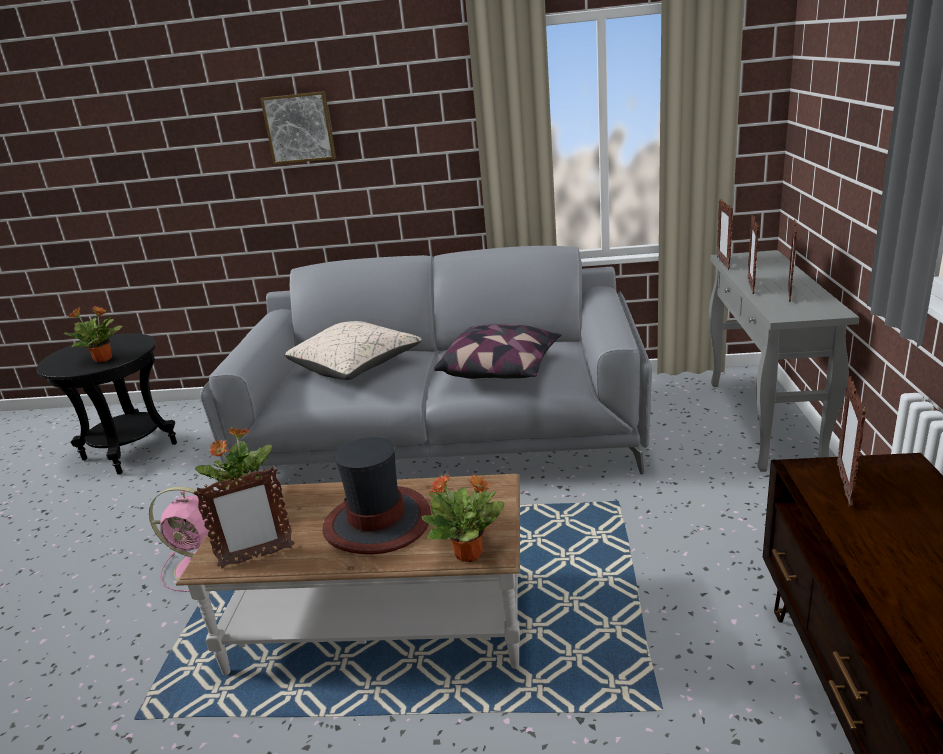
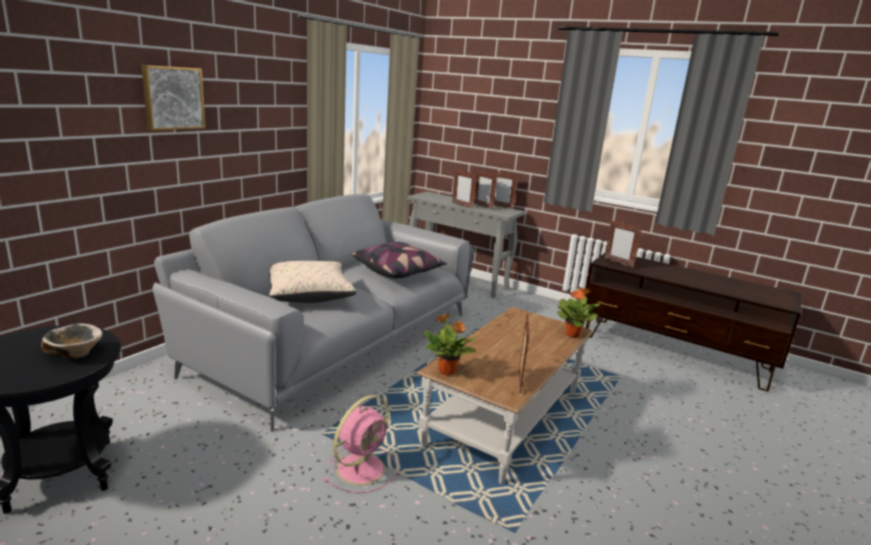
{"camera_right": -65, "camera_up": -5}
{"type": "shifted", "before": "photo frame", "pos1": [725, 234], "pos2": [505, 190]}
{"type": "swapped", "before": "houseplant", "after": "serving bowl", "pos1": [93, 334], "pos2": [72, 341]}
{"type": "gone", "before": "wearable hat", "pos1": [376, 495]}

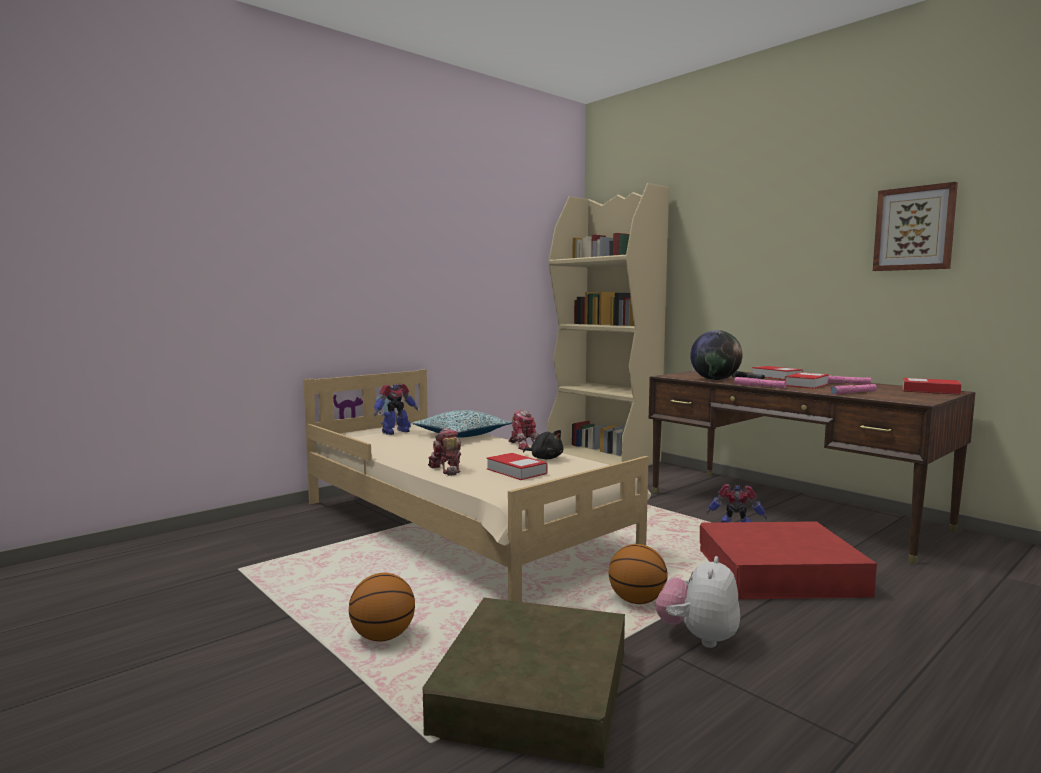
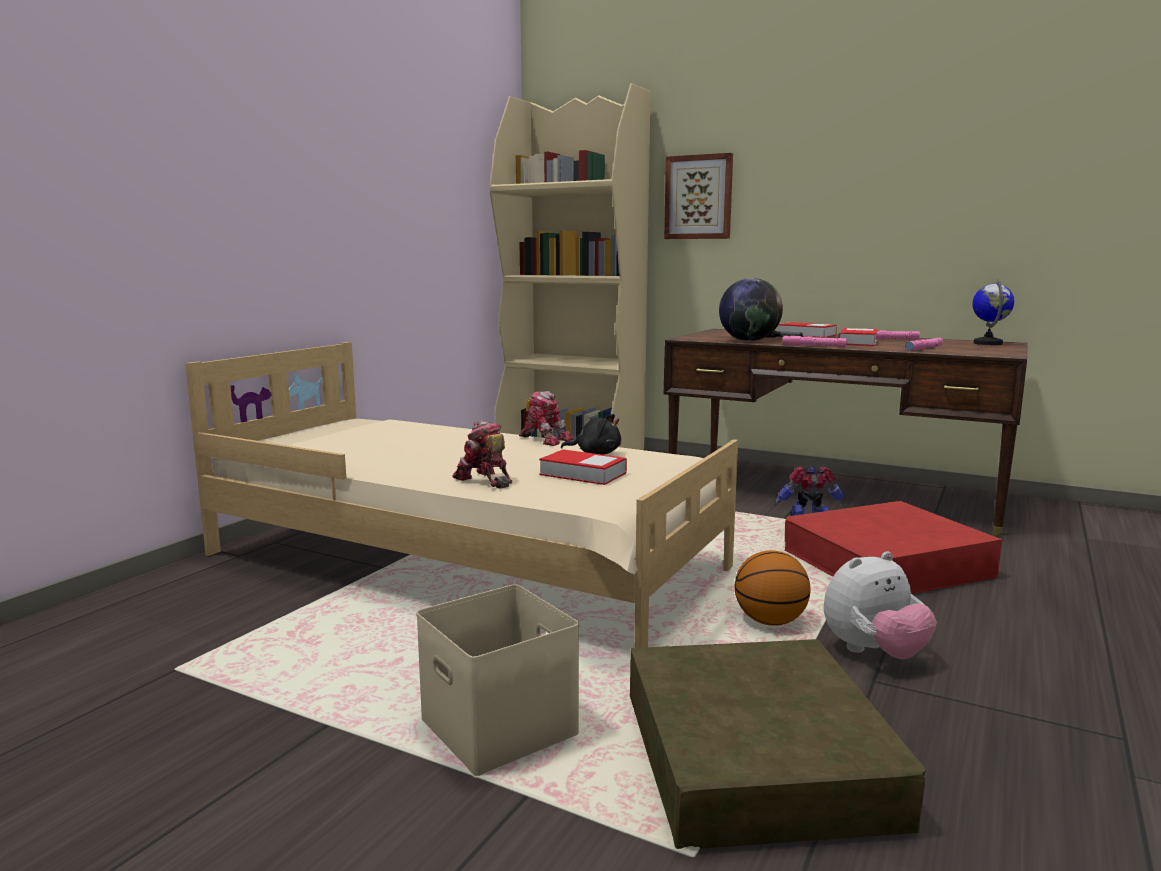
{"camera_right": -20, "camera_up": 5}
{"type": "shifted", "before": "wall picture", "pos1": [915, 226], "pos2": [698, 196]}
{"type": "swapped", "before": "bound book", "after": "globe", "pos1": [931, 386], "pos2": [993, 312]}
{"type": "gone", "before": "model robot", "pos1": [396, 409]}
{"type": "gone", "before": "throw pillow", "pos1": [462, 423]}
{"type": "rotated", "before": "cuddly toy", "pos1": [698, 602], "pos2": [880, 605], "turn": -120}
{"type": "swapped", "before": "ball for basketball", "after": "beige storage container", "pos1": [382, 607], "pos2": [497, 681]}

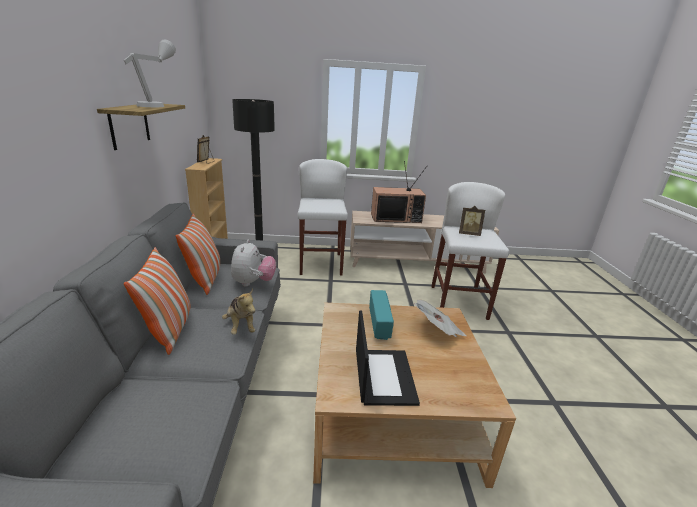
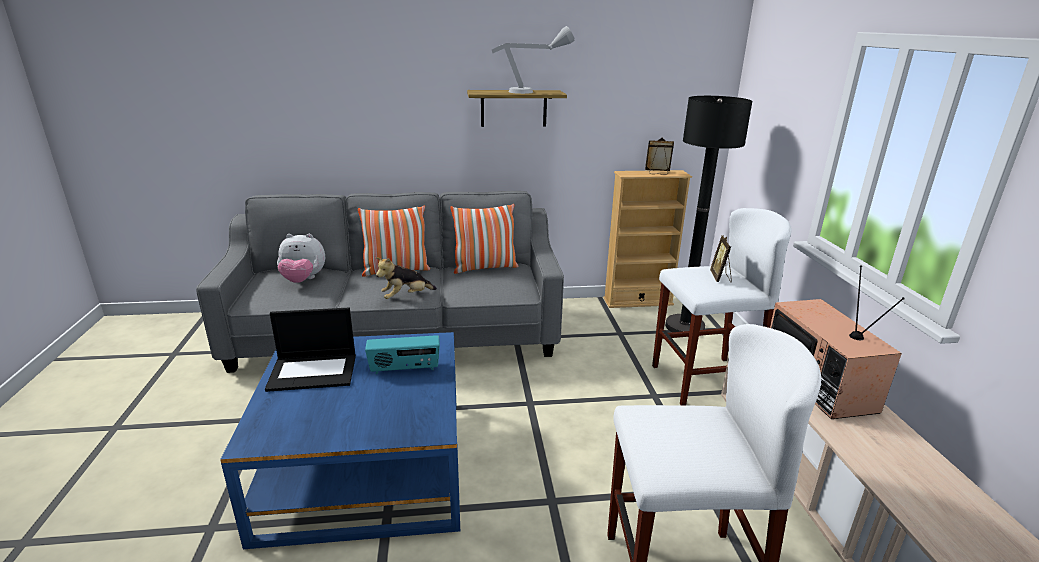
{"camera_right": 85, "camera_up": 0}
{"type": "shifted", "before": "photo frame", "pos1": [472, 221], "pos2": [721, 258]}
{"type": "shifted", "before": "cuddly toy", "pos1": [253, 263], "pos2": [301, 258]}
{"type": "gone", "before": "newspaper", "pos1": [440, 318]}
{"type": "repainted", "before": "beige lounge table", "after": "bluish lounge table", "pos1": [414, 395], "pos2": [340, 440]}

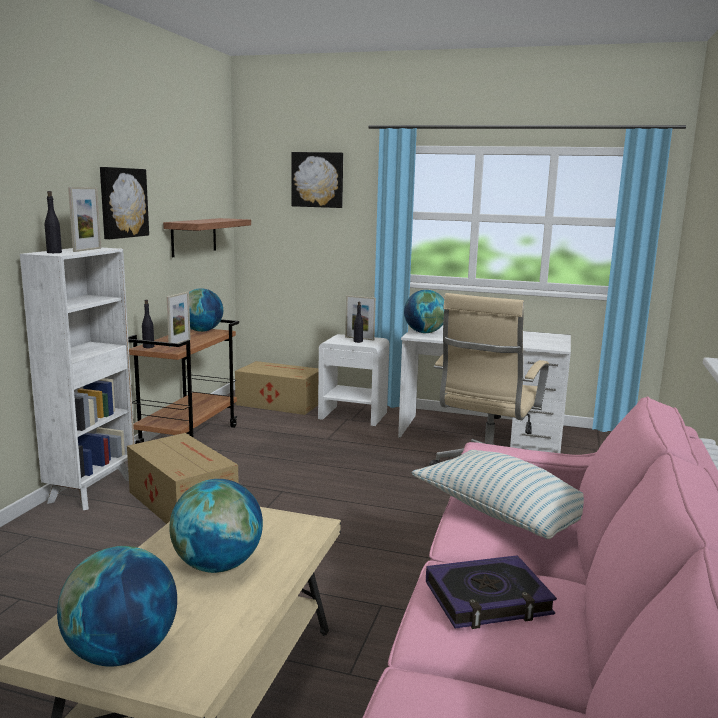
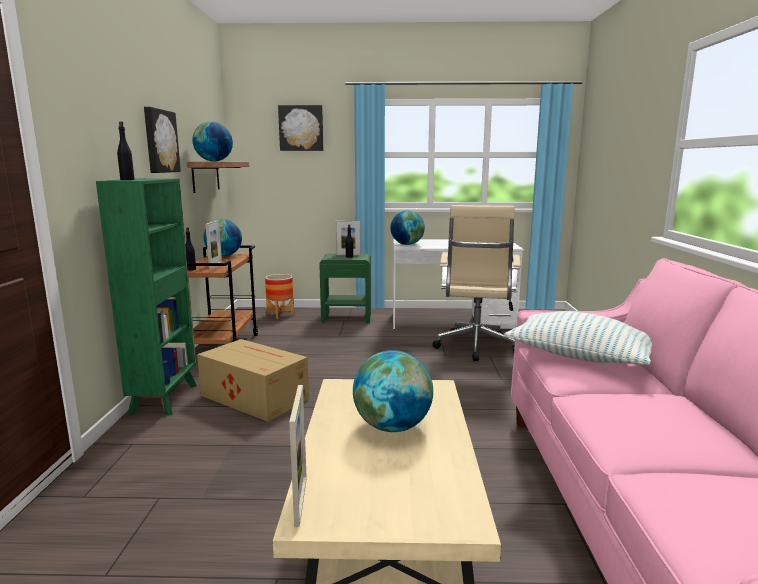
{"camera_right": -15, "camera_up": 0}
{"type": "shifted", "before": "photo frame", "pos1": [84, 219], "pos2": [298, 456]}
{"type": "repainted", "before": "white bookshelf", "after": "green-coloured bookshelf", "pos1": [77, 379], "pos2": [146, 297]}
{"type": "repainted", "before": "white nightstand", "after": "green-coloured nightstand", "pos1": [354, 380], "pos2": [345, 288]}
{"type": "swapped", "before": "packing box", "after": "plant pot", "pos1": [277, 388], "pos2": [279, 296]}
{"type": "shifted", "before": "globe", "pos1": [117, 606], "pos2": [212, 141]}
{"type": "gone", "before": "bound book", "pos1": [491, 592]}

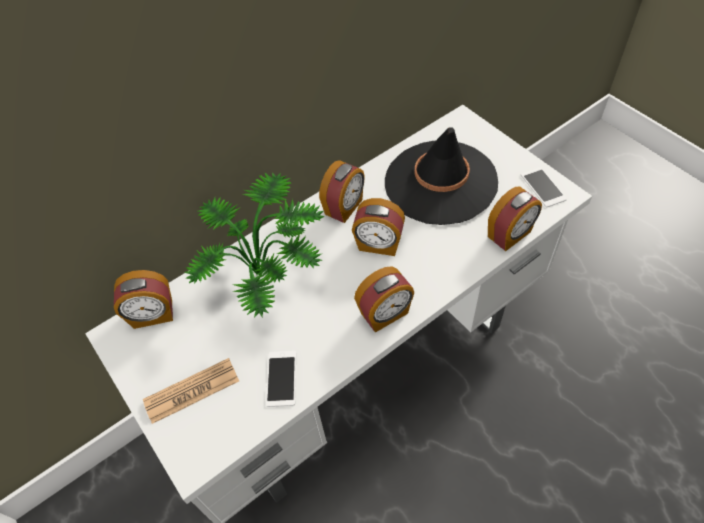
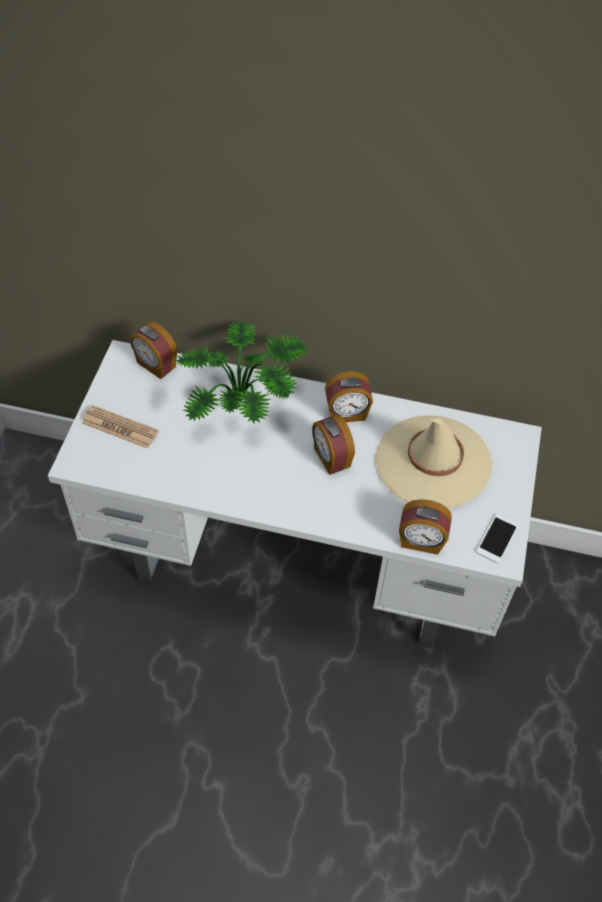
{"camera_right": 45, "camera_up": 0}
{"type": "repainted", "before": "blackish wearable hat", "after": "beige wearable hat", "pos1": [441, 176], "pos2": [433, 462]}
{"type": "gone", "before": "alarm clock", "pos1": [384, 299]}
{"type": "gone", "before": "telephone", "pos1": [281, 379]}

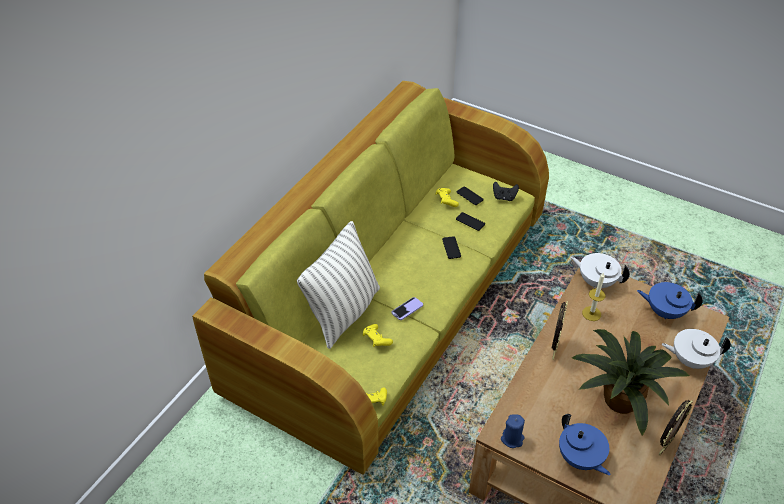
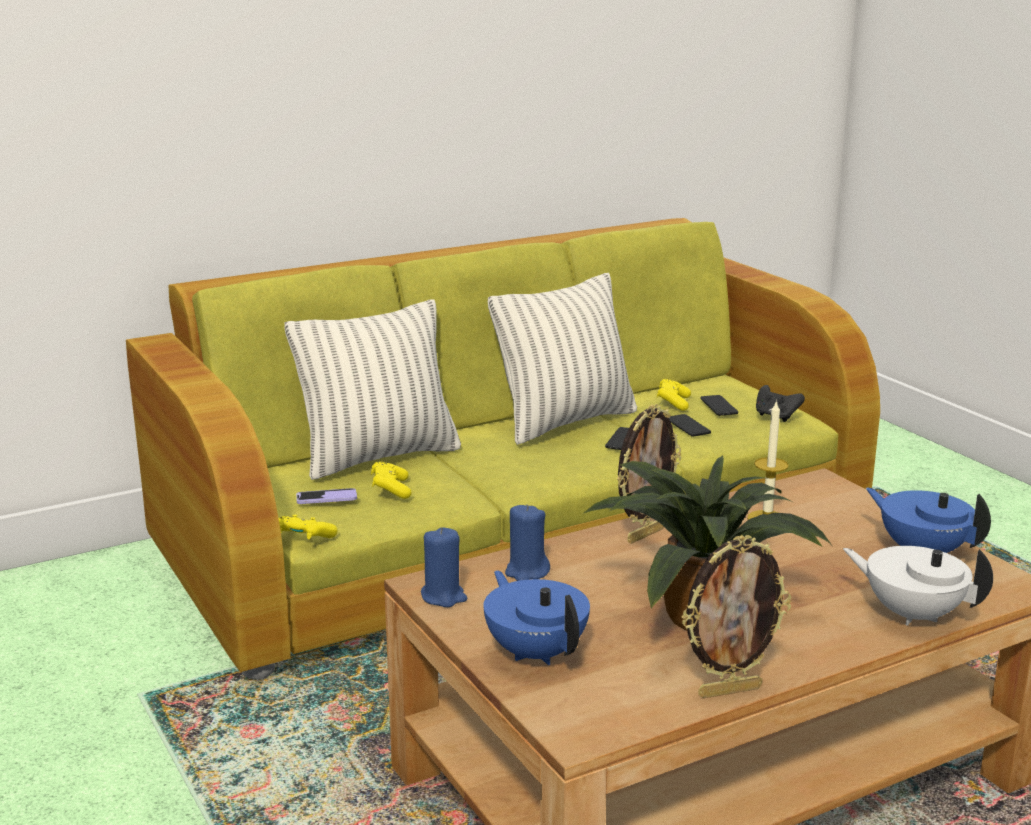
{"camera_right": 30, "camera_up": -25}
{"type": "gone", "before": "white tea pot", "pos1": [600, 271]}
{"type": "shifted", "before": "telephone", "pos1": [407, 308], "pos2": [326, 496]}
{"type": "rotated", "before": "bluish tea pot", "pos1": [585, 444], "pos2": [537, 617], "turn": 150}
{"type": "new", "after": "throw pillow", "pos2": [562, 359]}
{"type": "new", "after": "bluish wax candle", "pos2": [527, 542]}

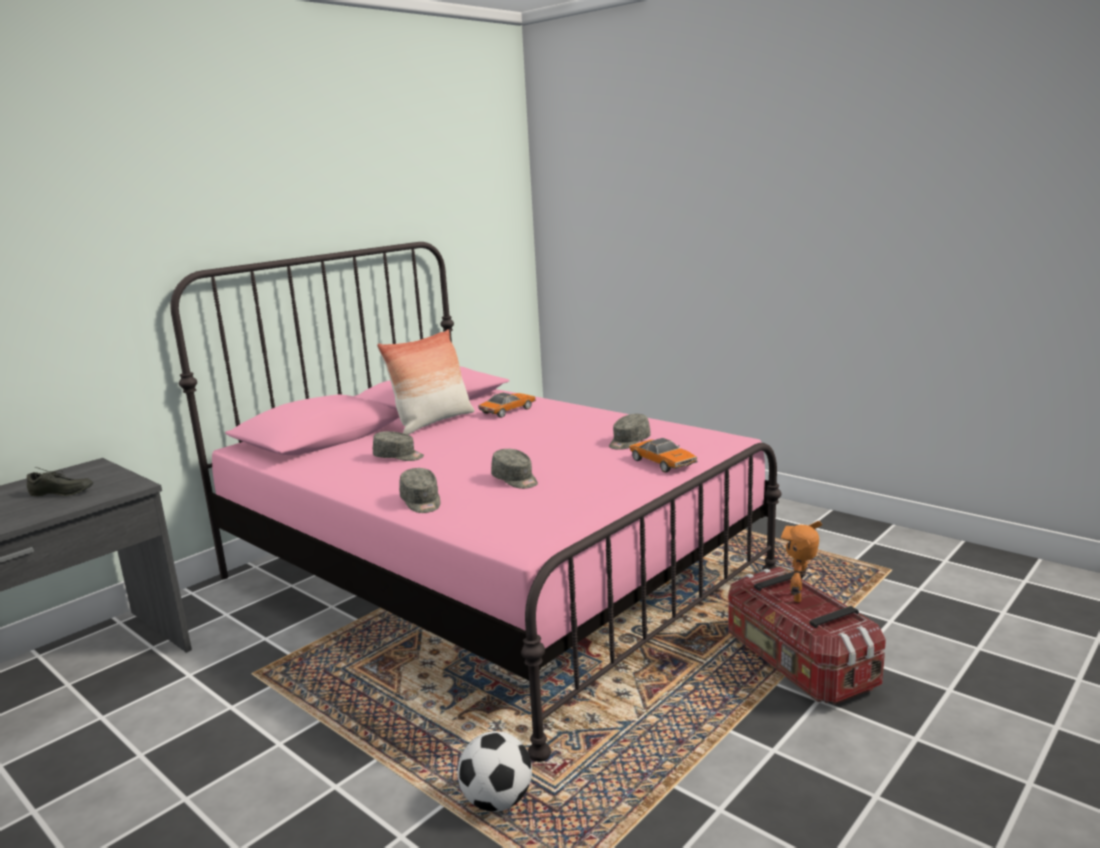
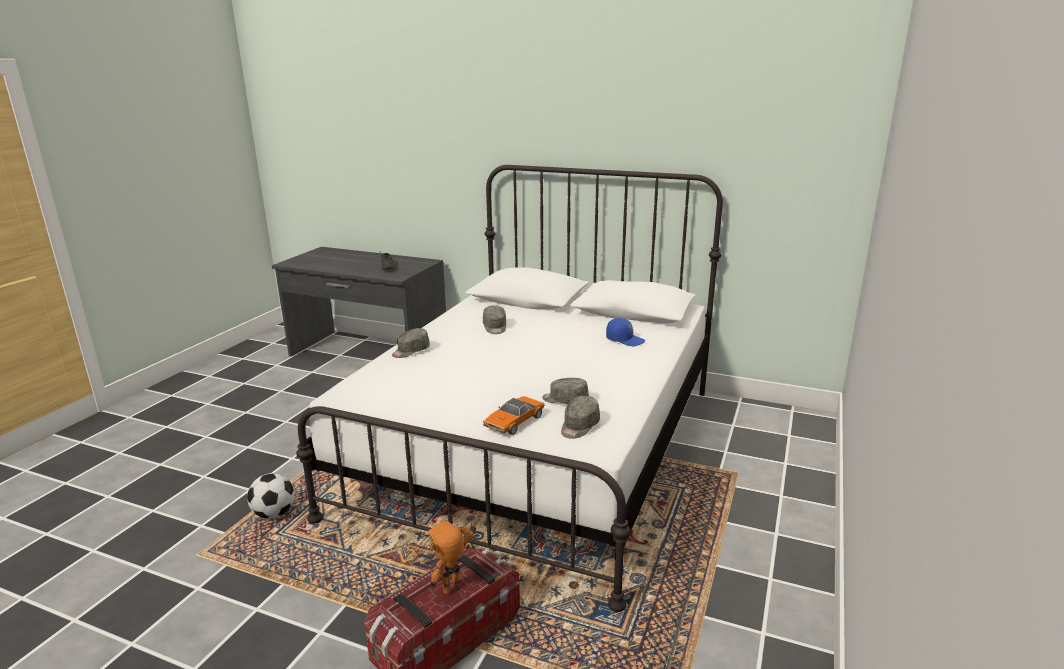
{"camera_right": 70, "camera_up": 5}
{"type": "repainted", "before": "pinkish bedroom bed", "after": "white bedroom bed", "pos1": [475, 502], "pos2": [509, 388]}
{"type": "gone", "before": "throw pillow", "pos1": [425, 382]}
{"type": "swapped", "before": "model car", "after": "bluish cap", "pos1": [507, 405], "pos2": [625, 332]}
{"type": "shifted", "before": "greyish cap", "pos1": [514, 469], "pos2": [580, 417]}
{"type": "rotated", "before": "model robot", "pos1": [801, 562], "pos2": [451, 557], "turn": -45}

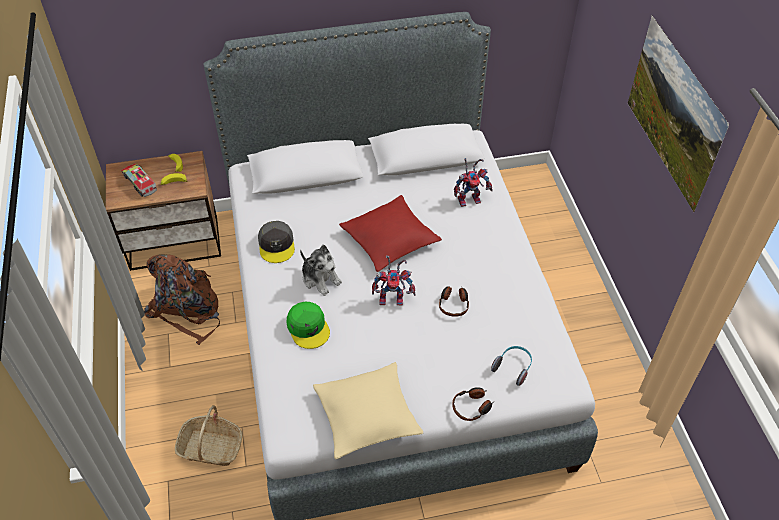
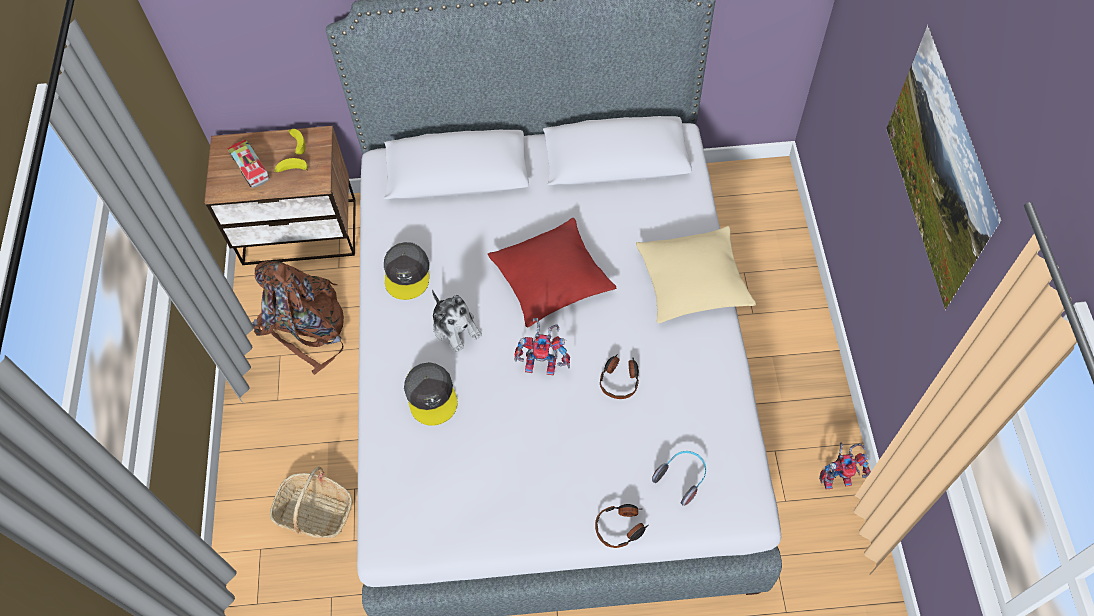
{"camera_right": 10, "camera_up": 10}
{"type": "shifted", "before": "model robot", "pos1": [473, 182], "pos2": [845, 466]}
{"type": "repainted", "before": "green-coloured cap", "after": "greyish cap", "pos1": [308, 325], "pos2": [431, 394]}
{"type": "shifted", "before": "beige throw pillow", "pos1": [368, 411], "pos2": [696, 274]}

